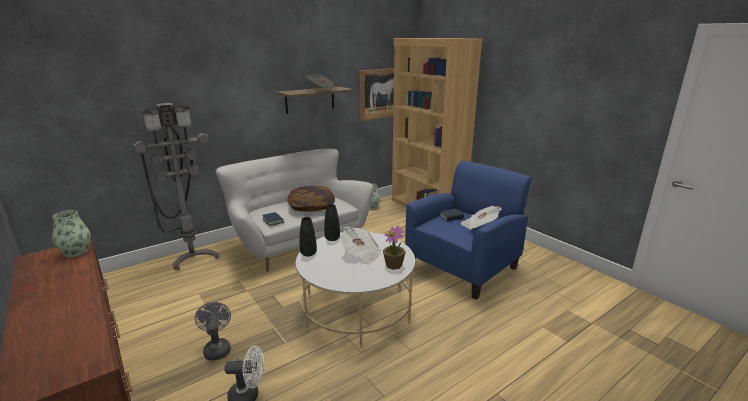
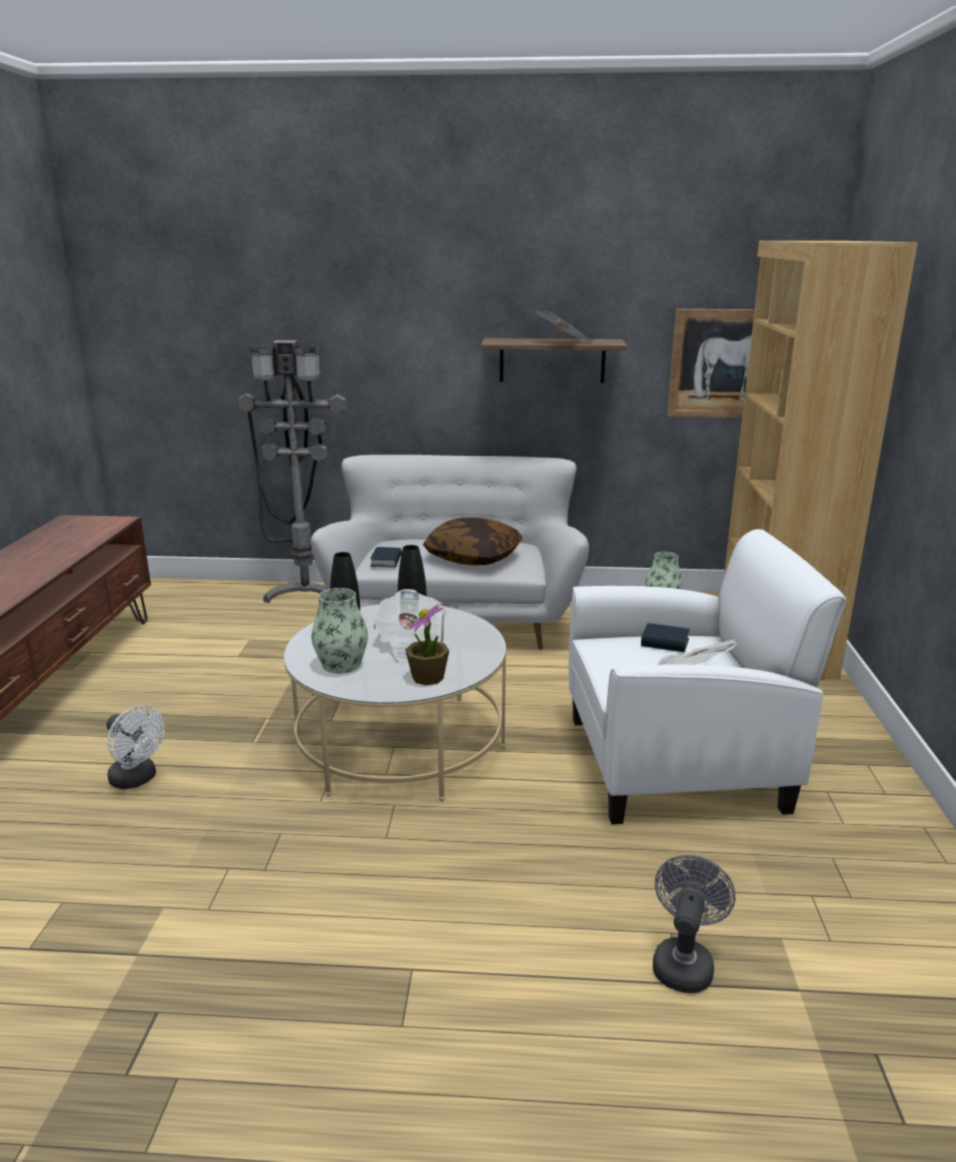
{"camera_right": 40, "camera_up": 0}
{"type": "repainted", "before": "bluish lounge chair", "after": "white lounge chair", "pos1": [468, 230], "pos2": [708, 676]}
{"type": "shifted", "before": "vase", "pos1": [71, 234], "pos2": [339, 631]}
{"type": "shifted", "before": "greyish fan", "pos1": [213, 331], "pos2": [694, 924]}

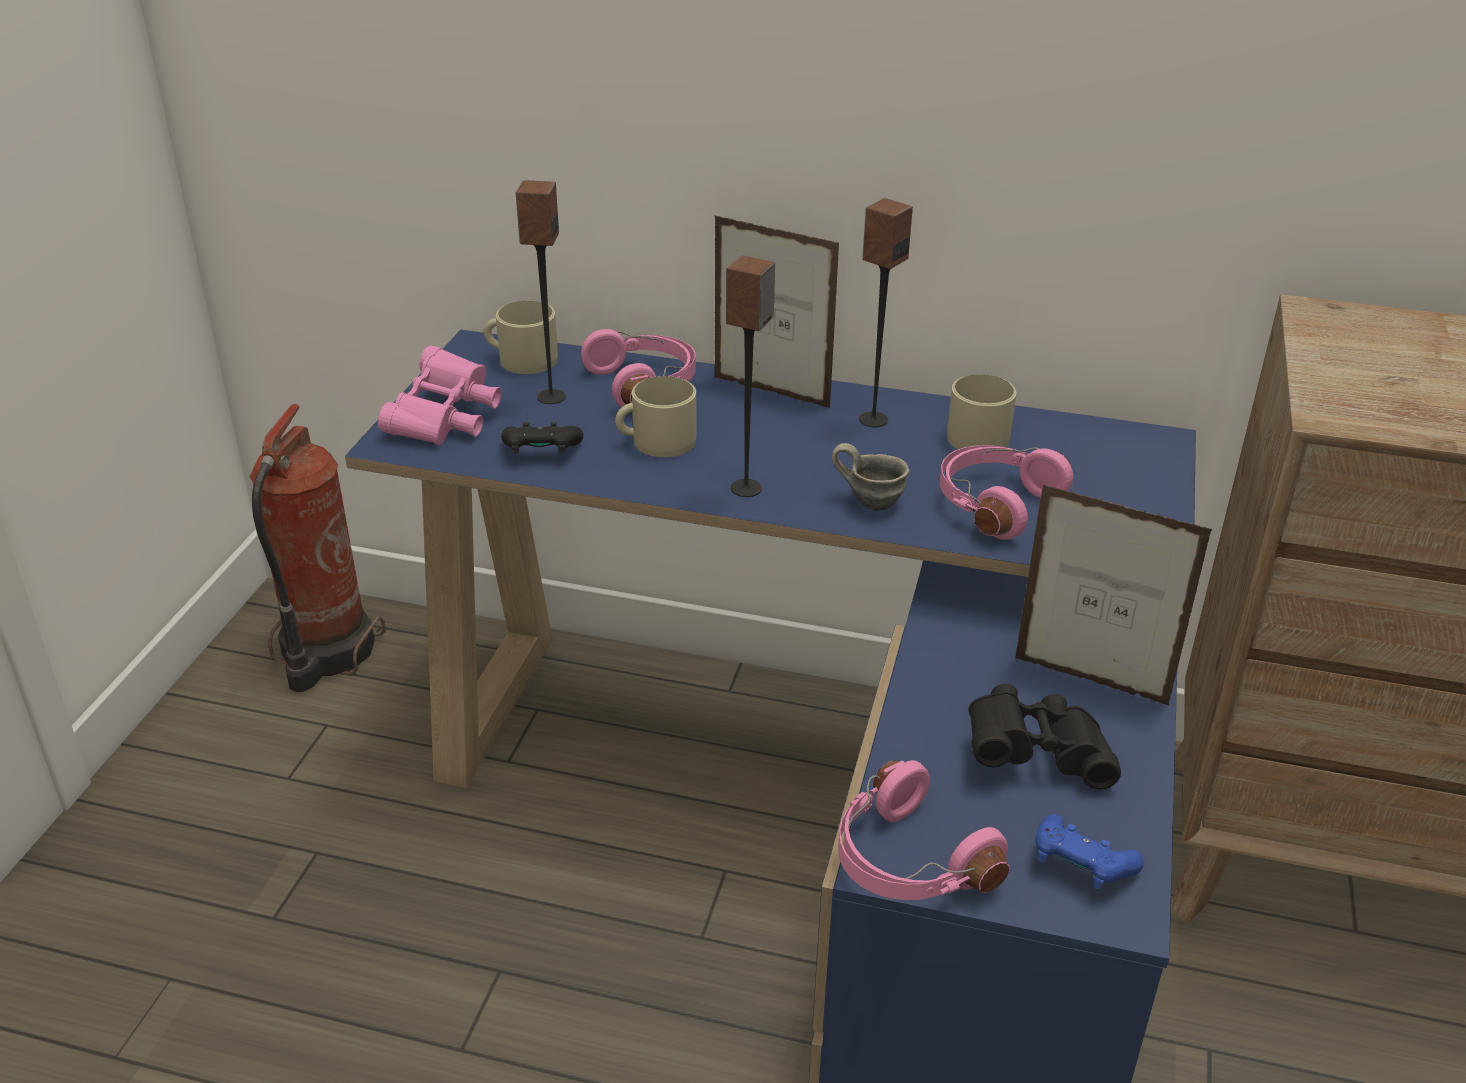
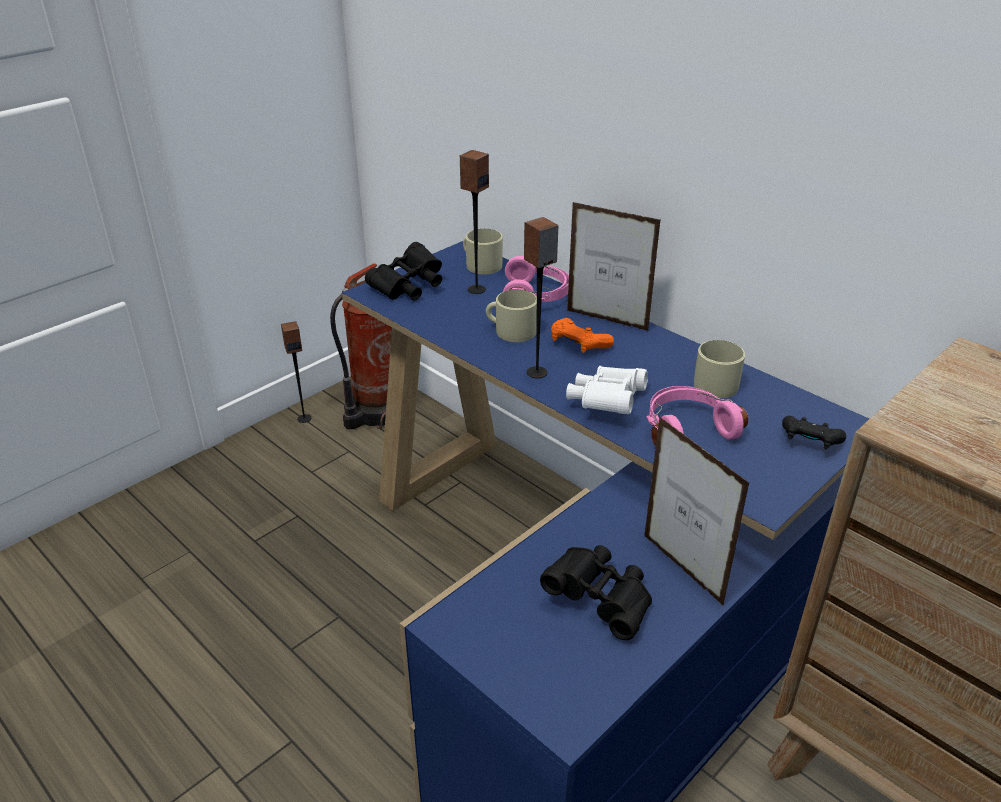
{"camera_right": 30, "camera_up": 0}
{"type": "shifted", "before": "speaker", "pos1": [886, 312], "pos2": [296, 372]}
{"type": "rotated", "before": "photo frame", "pos1": [776, 311], "pos2": [614, 266], "turn": 150}
{"type": "repainted", "before": "pinkish binoculars", "after": "blackish binoculars", "pos1": [439, 395], "pos2": [403, 271]}
{"type": "shifted", "before": "blackish gamepad", "pos1": [542, 438], "pos2": [814, 432]}
{"type": "swapped", "before": "greyish tea mug", "after": "white binoculars", "pos1": [870, 477], "pos2": [607, 390]}
{"type": "gone", "before": "pinkish pair of headphones", "pos1": [924, 830]}
{"type": "gone", "before": "bluish gamepad", "pos1": [1090, 851]}
{"type": "new", "after": "orange-coloured gamepad", "pos2": [582, 335]}

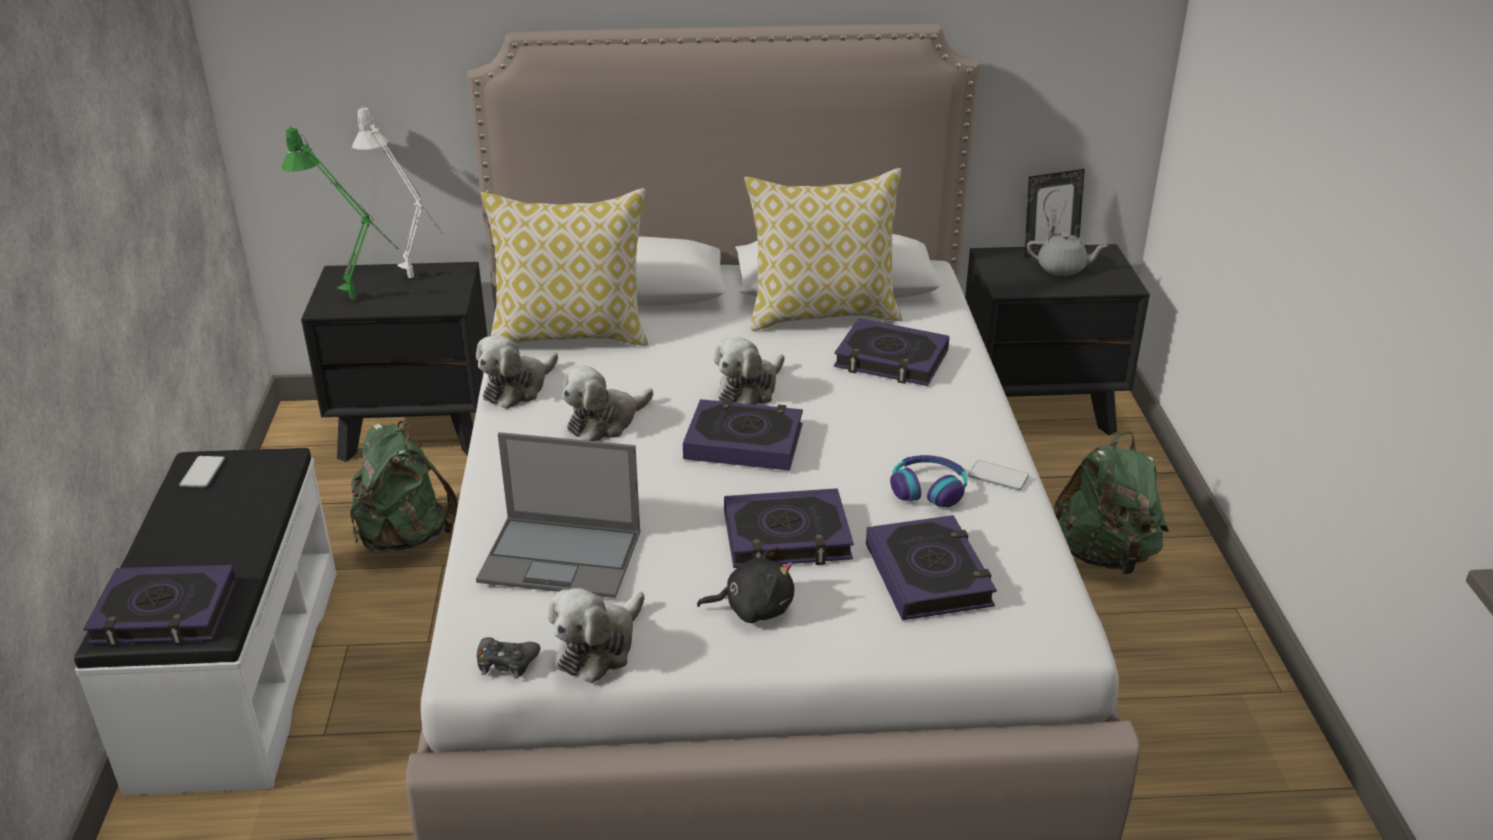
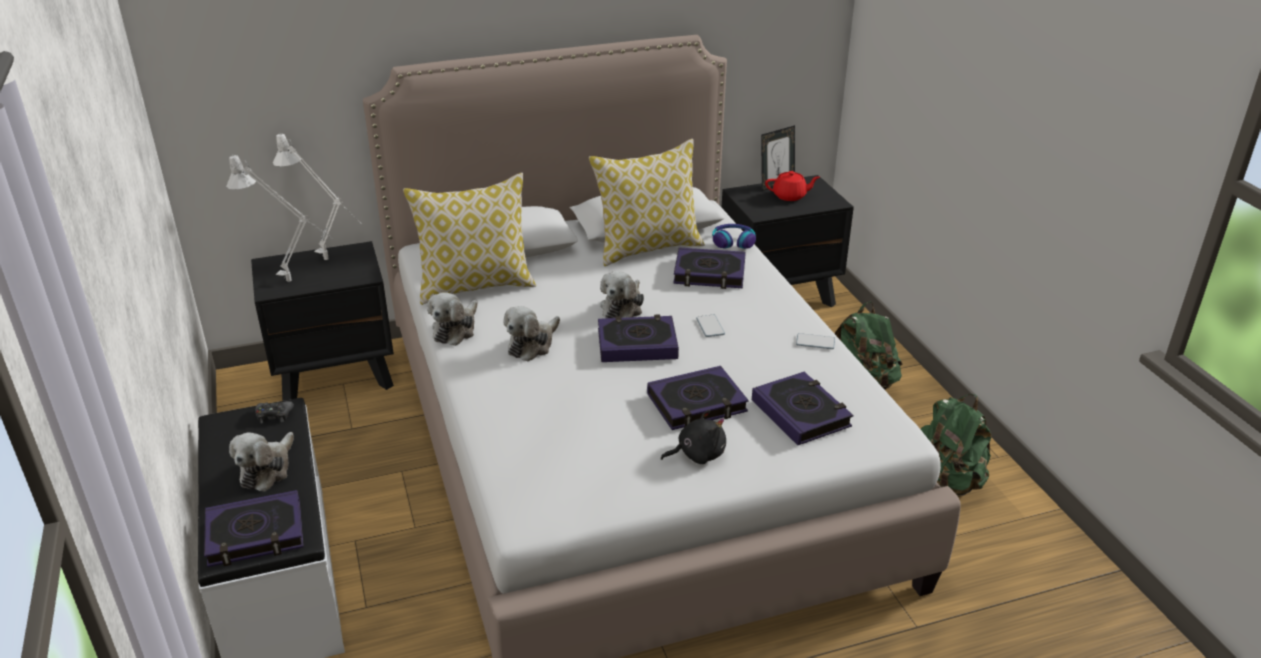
{"camera_right": -15, "camera_up": 0}
{"type": "repainted", "before": "green-coloured lamp for a table", "after": "greyish lamp for a table", "pos1": [340, 212], "pos2": [280, 218]}
{"type": "repainted", "before": "greyish tea pot", "after": "reddish tea pot", "pos1": [1067, 254], "pos2": [792, 186]}
{"type": "shifted", "before": "green-coloured backpack", "pos1": [404, 486], "pos2": [956, 445]}
{"type": "gone", "before": "laptop", "pos1": [558, 515]}
{"type": "shifted", "before": "pair of headphones", "pos1": [928, 481], "pos2": [734, 236]}
{"type": "shifted", "before": "telephone", "pos1": [202, 471], "pos2": [710, 326]}
{"type": "shifted", "before": "cuddly toy", "pos1": [596, 635], "pos2": [261, 462]}
{"type": "shifted", "before": "blackish gamepad", "pos1": [508, 658], "pos2": [274, 412]}

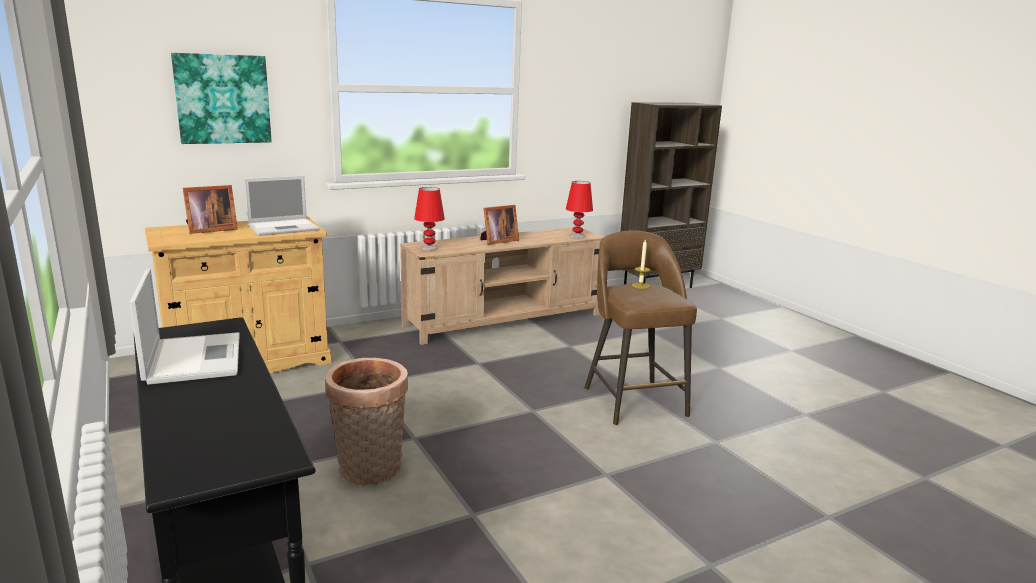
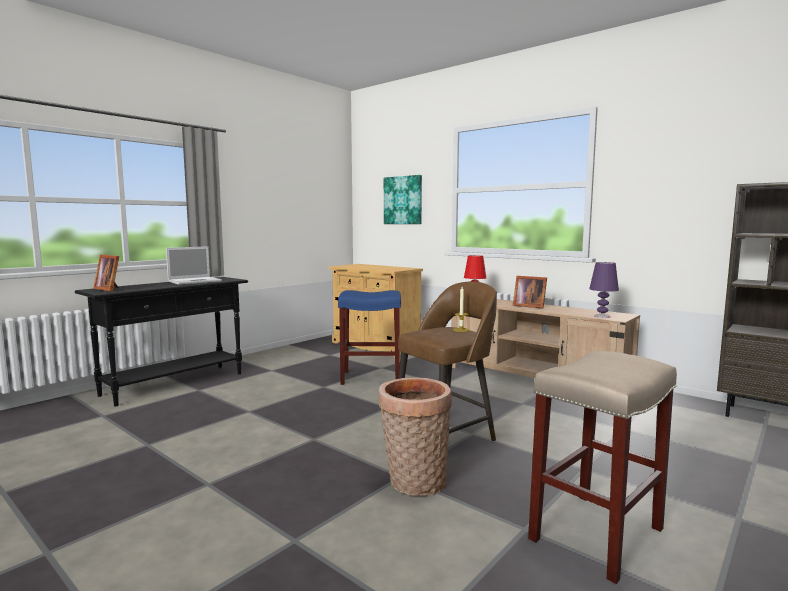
{"camera_right": 70, "camera_up": -10}
{"type": "gone", "before": "laptop", "pos1": [281, 206]}
{"type": "repainted", "before": "reddish lamp for a table", "after": "purple lamp for a table", "pos1": [579, 209], "pos2": [604, 290]}
{"type": "shifted", "before": "photo frame", "pos1": [210, 209], "pos2": [106, 273]}
{"type": "shifted", "before": "household basket", "pos1": [366, 422], "pos2": [415, 436]}
{"type": "new", "after": "bluish sitting stool", "pos2": [369, 337]}
{"type": "new", "after": "beige sitting stool", "pos2": [602, 467]}

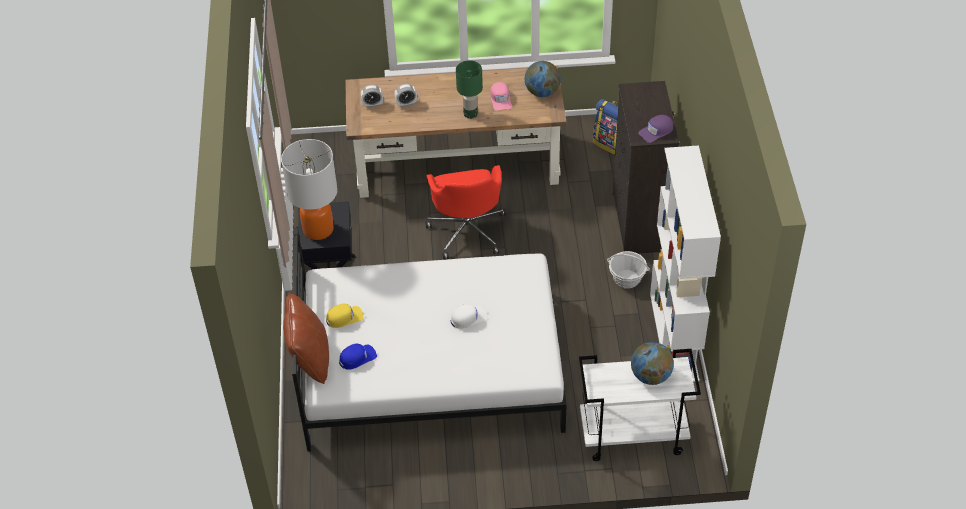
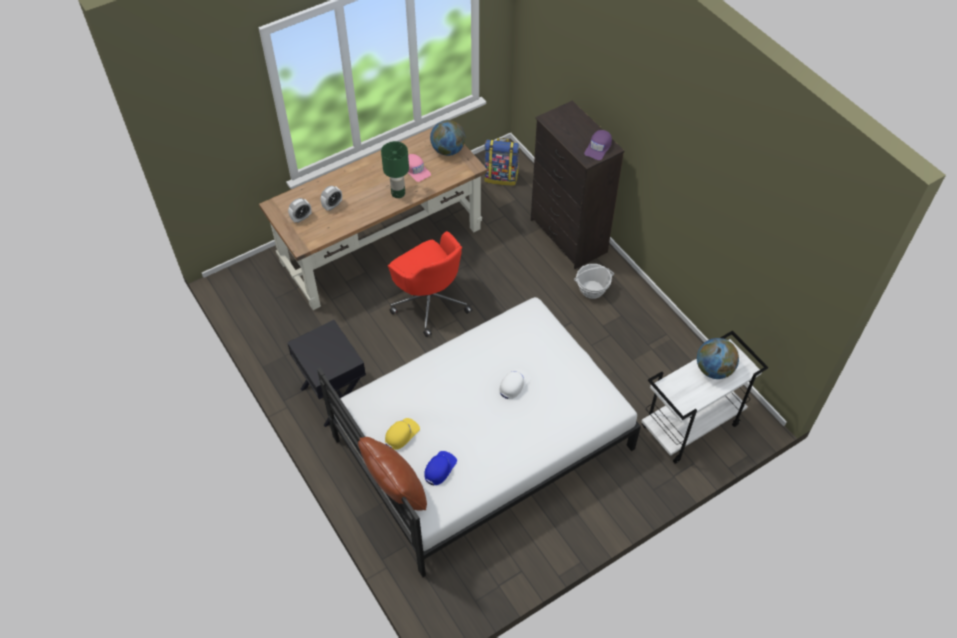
{"camera_right": -30, "camera_up": 5}
{"type": "gone", "before": "lamp for a table", "pos1": [309, 189]}
{"type": "gone", "before": "white bookshelf", "pos1": [685, 263]}

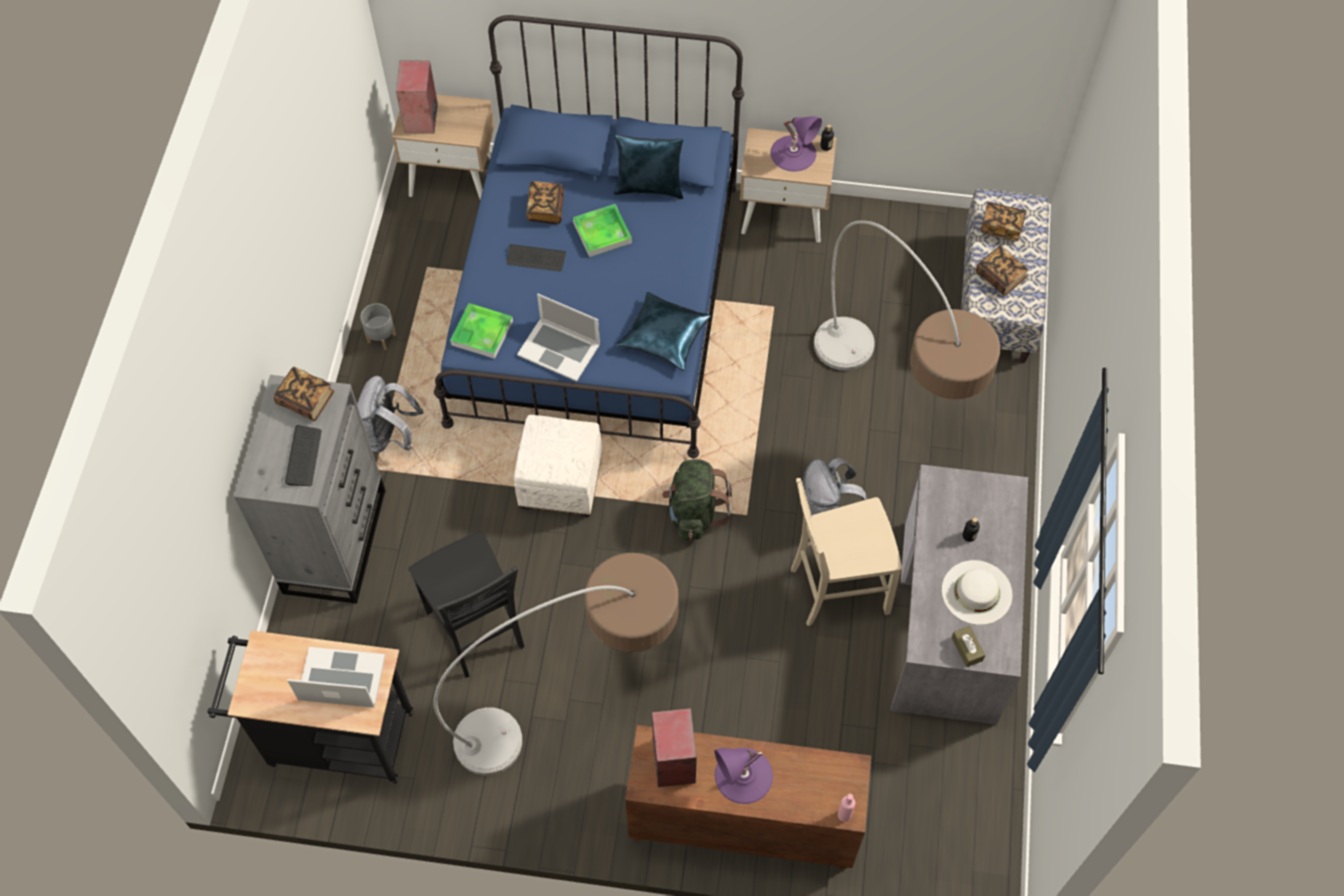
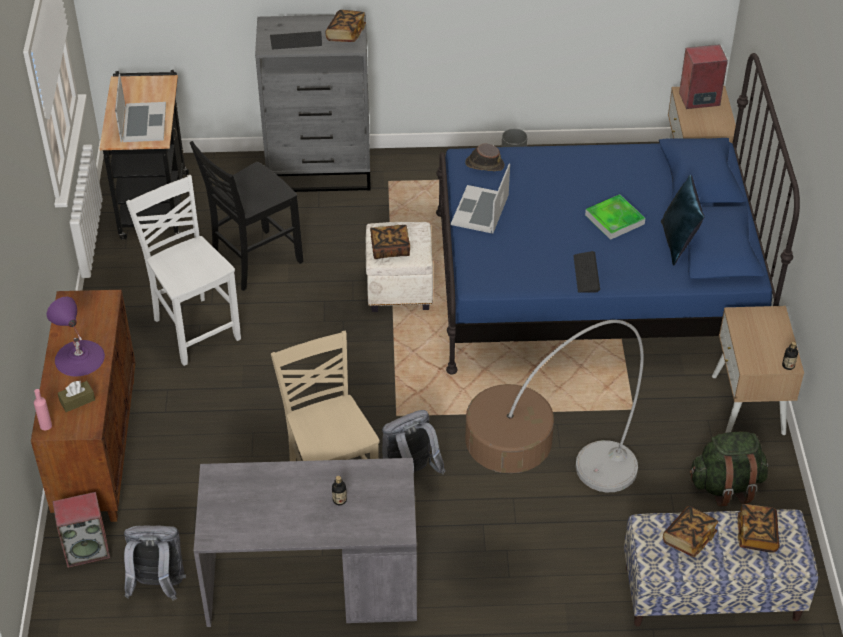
{"camera_right": 80, "camera_up": -15}
{"type": "gone", "before": "purple lamp for a table", "pos1": [796, 144]}
{"type": "shifted", "before": "bound book", "pos1": [545, 202], "pos2": [390, 242]}
{"type": "shifted", "before": "PC keyboard", "pos1": [536, 258], "pos2": [587, 272]}
{"type": "gone", "before": "bluish throw pillow", "pos1": [663, 331]}
{"type": "swapped", "before": "serving tray", "after": "brown-coloured wearable hat", "pos1": [481, 331], "pos2": [484, 157]}
{"type": "shifted", "before": "greyish backpack", "pos1": [390, 414], "pos2": [155, 563]}
{"type": "shifted", "before": "green-coloured backpack", "pos1": [697, 500], "pos2": [729, 469]}
{"type": "swapped", "before": "standard lamp", "after": "white chair", "pos1": [556, 664], "pos2": [183, 270]}
{"type": "gone", "before": "white wearable hat", "pos1": [977, 592]}
{"type": "shifted", "before": "brown-coloured box of tissues", "pos1": [968, 646], "pos2": [76, 396]}
{"type": "shifted", "before": "speaker", "pos1": [674, 747], "pos2": [81, 530]}

